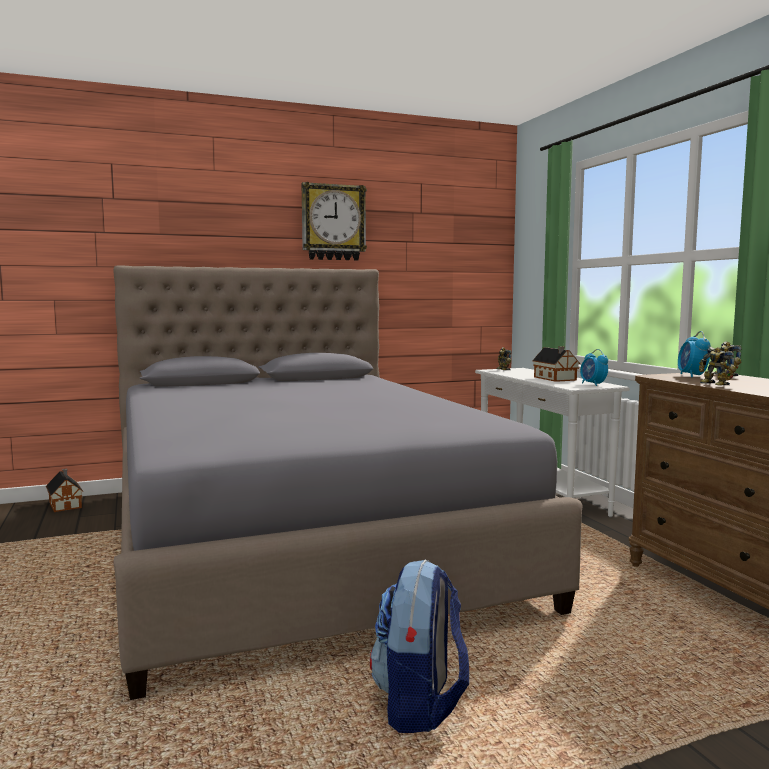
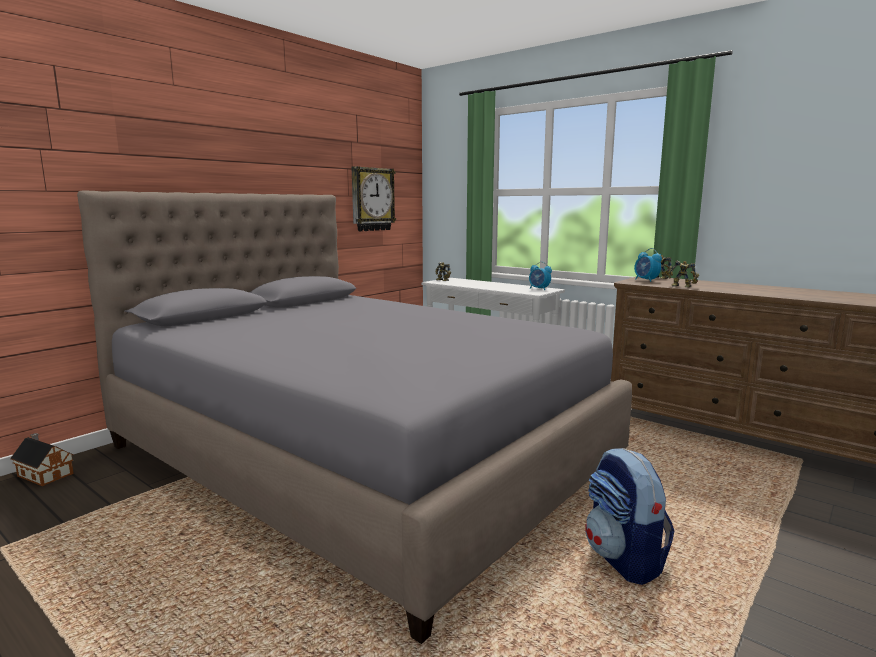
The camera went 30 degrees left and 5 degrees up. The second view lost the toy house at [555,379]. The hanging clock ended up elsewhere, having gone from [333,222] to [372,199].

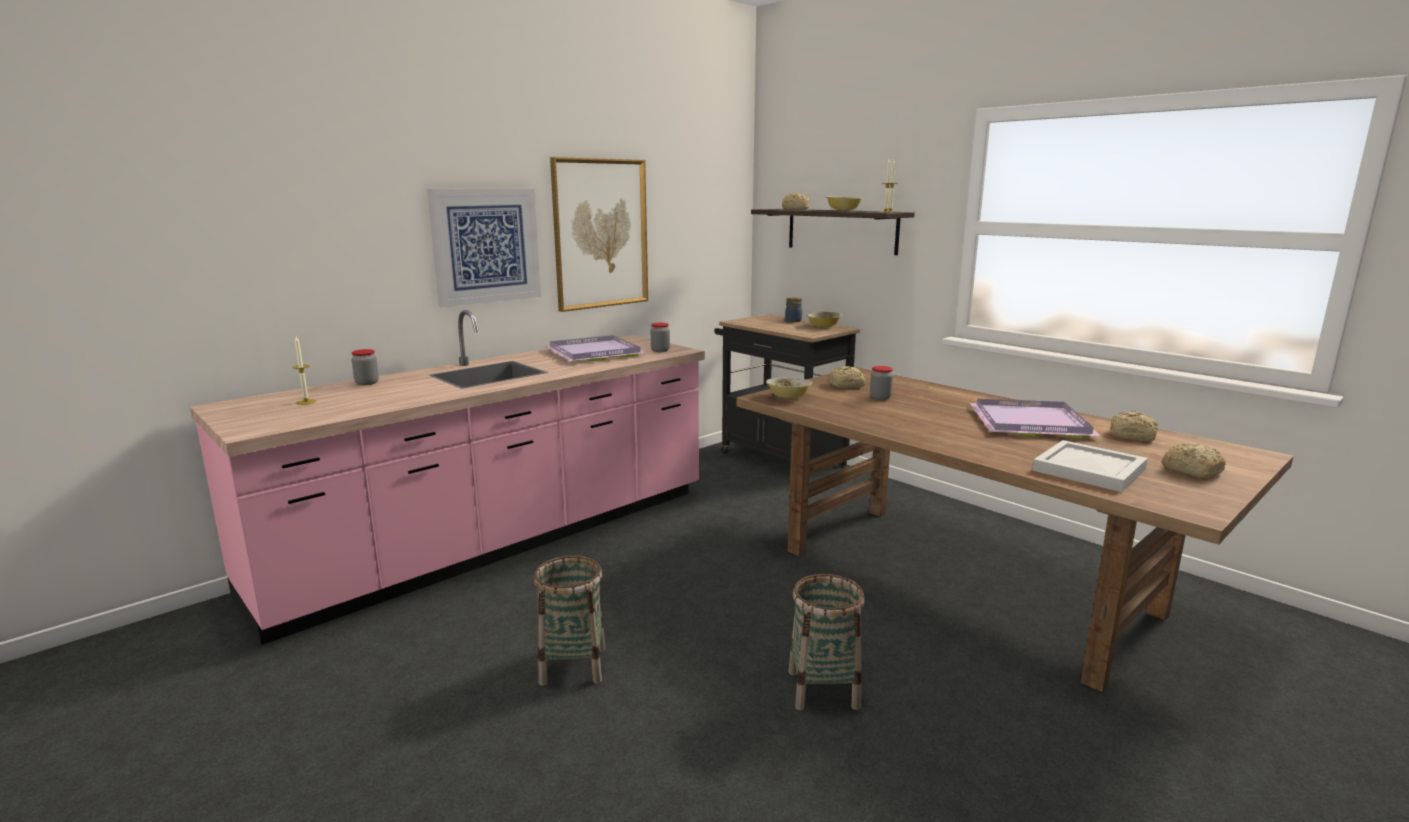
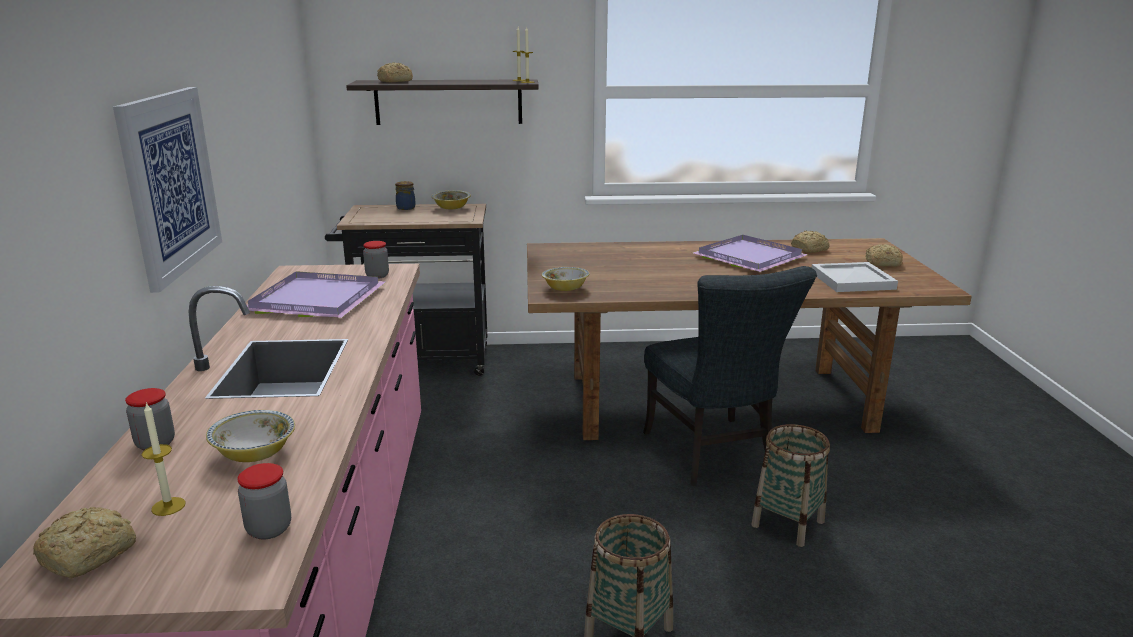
The camera went 50 degrees left and 5 degrees up. The second view lost the wall art at [600,234]. The second view gained the plain chair (grey) at [714,455]. The serving bowl ended up elsewhere, having gone from [843,210] to [255,453]. The bakery bread ended up elsewhere, having gone from [847,385] to [91,554]. The preserve jar ended up elsewhere, having gone from [880,398] to [269,529].

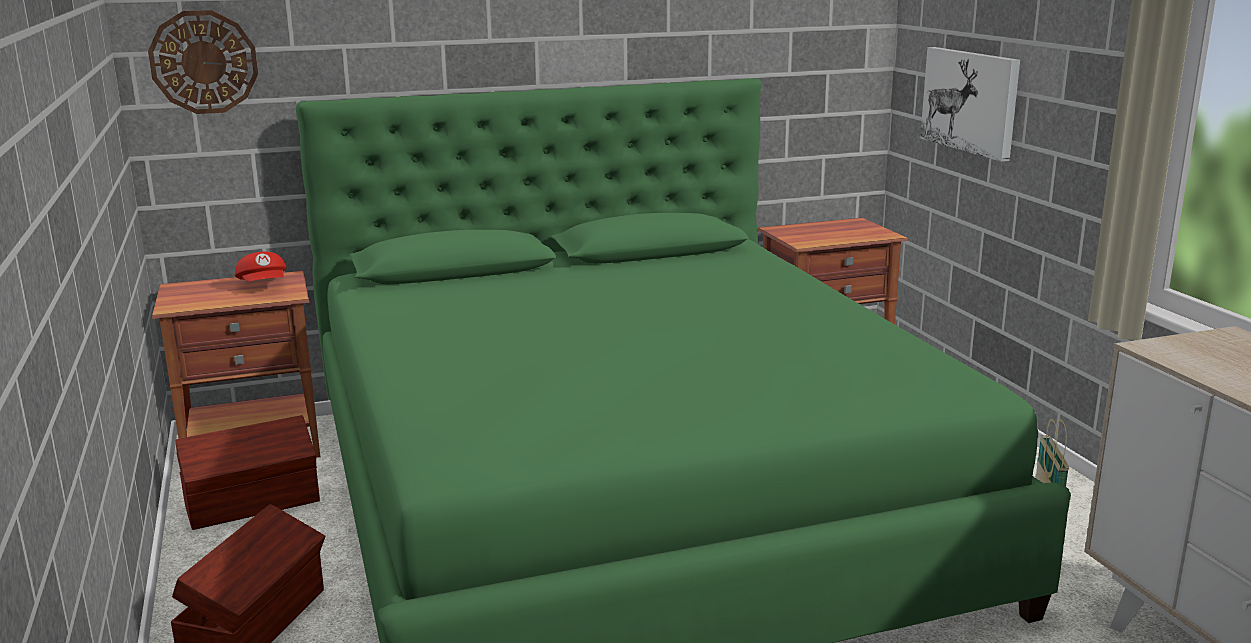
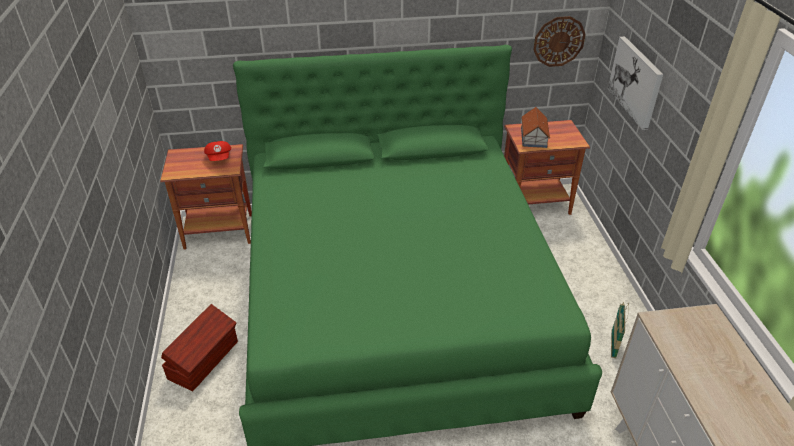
The camera went 10 degrees right and 20 degrees up. The second view lost the storage bin (brownish) at [254,504]. The second view gained the toy house at [533,137]. The hanging clock ended up elsewhere, having gone from [204,62] to [559,41].

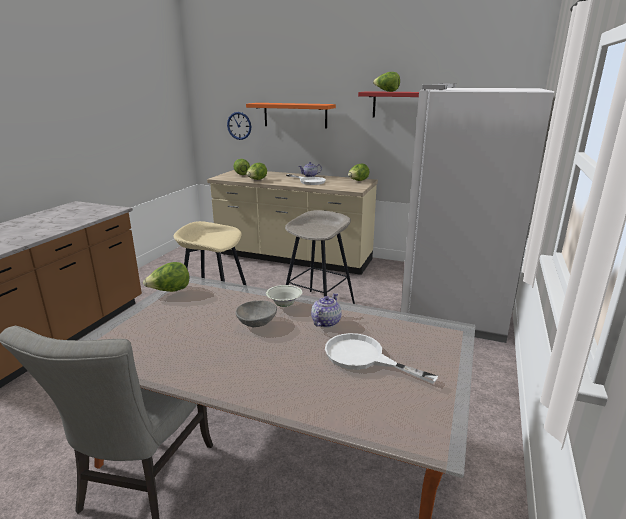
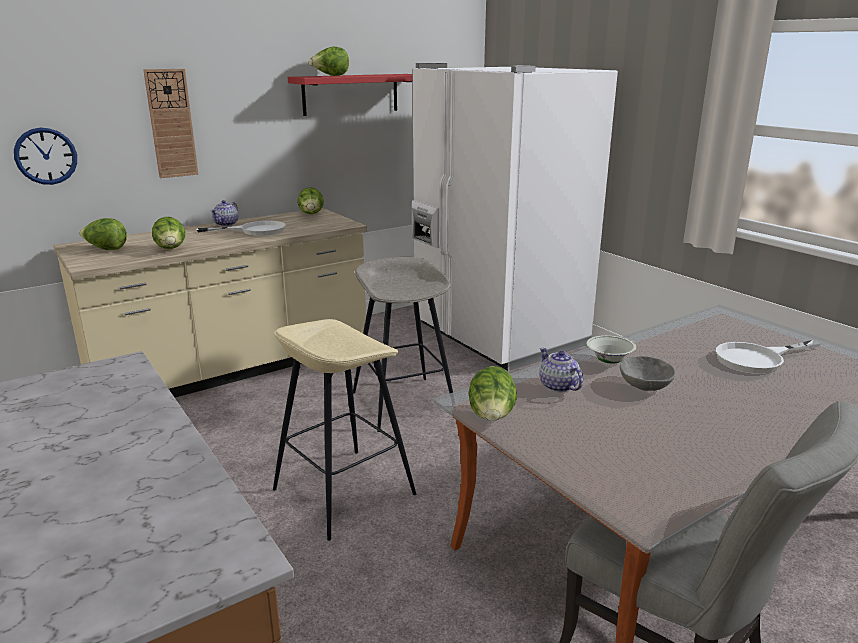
The camera went 55 degrees left and 0 degrees up. The pot for tea ended up elsewhere, having gone from [325,322] to [558,386]. Where the bracket shelf (orange) hung at [295,115], the hanging clock came to hang at [171,124].

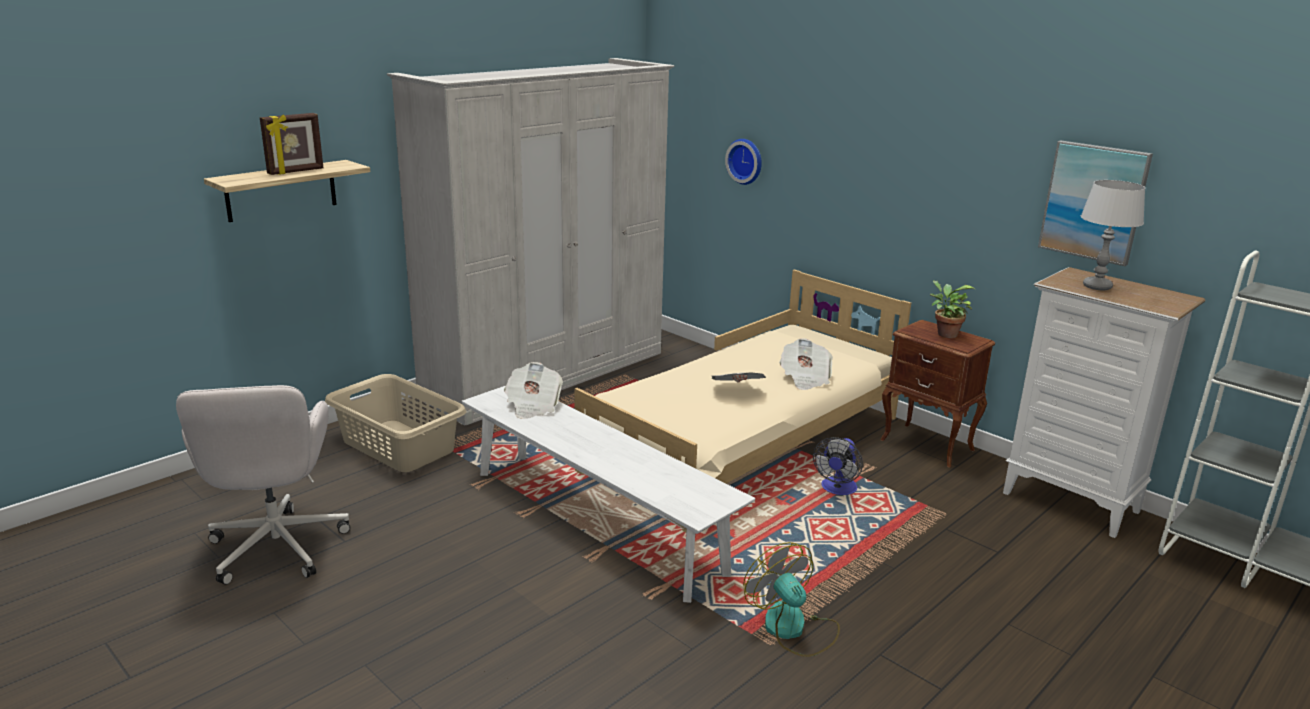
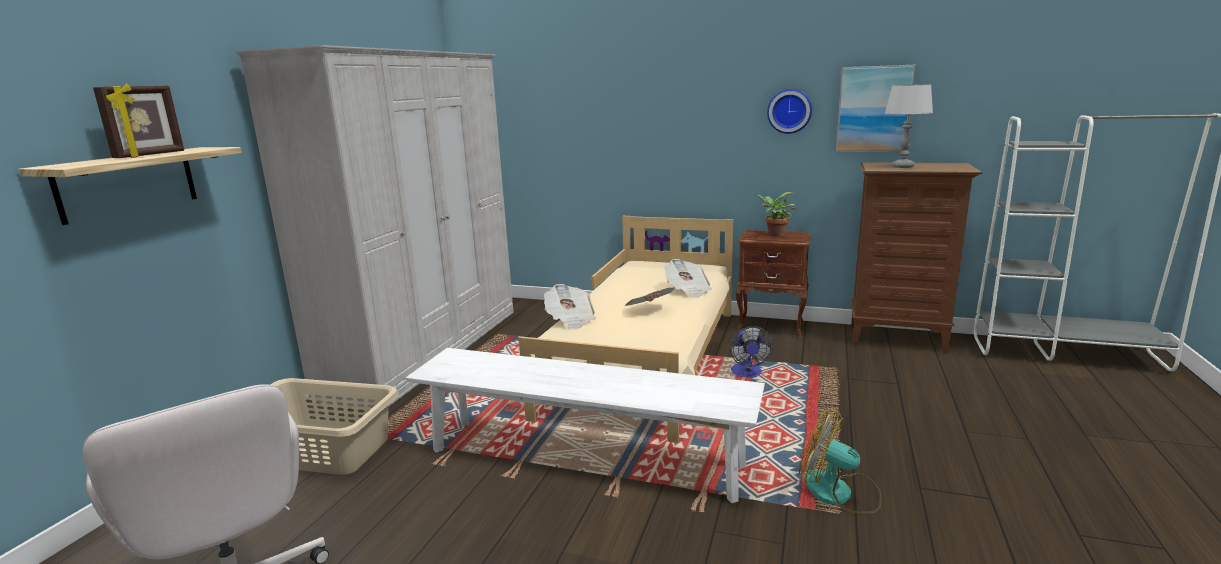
The camera went 25 degrees left and 5 degrees down. The newspaper ended up elsewhere, having gone from [533,406] to [570,320]. The hanging clock ended up elsewhere, having gone from [746,161] to [789,111]. What was the dresser (whitish) at [1072,504] turned into the dresser (brownish) at [899,339].

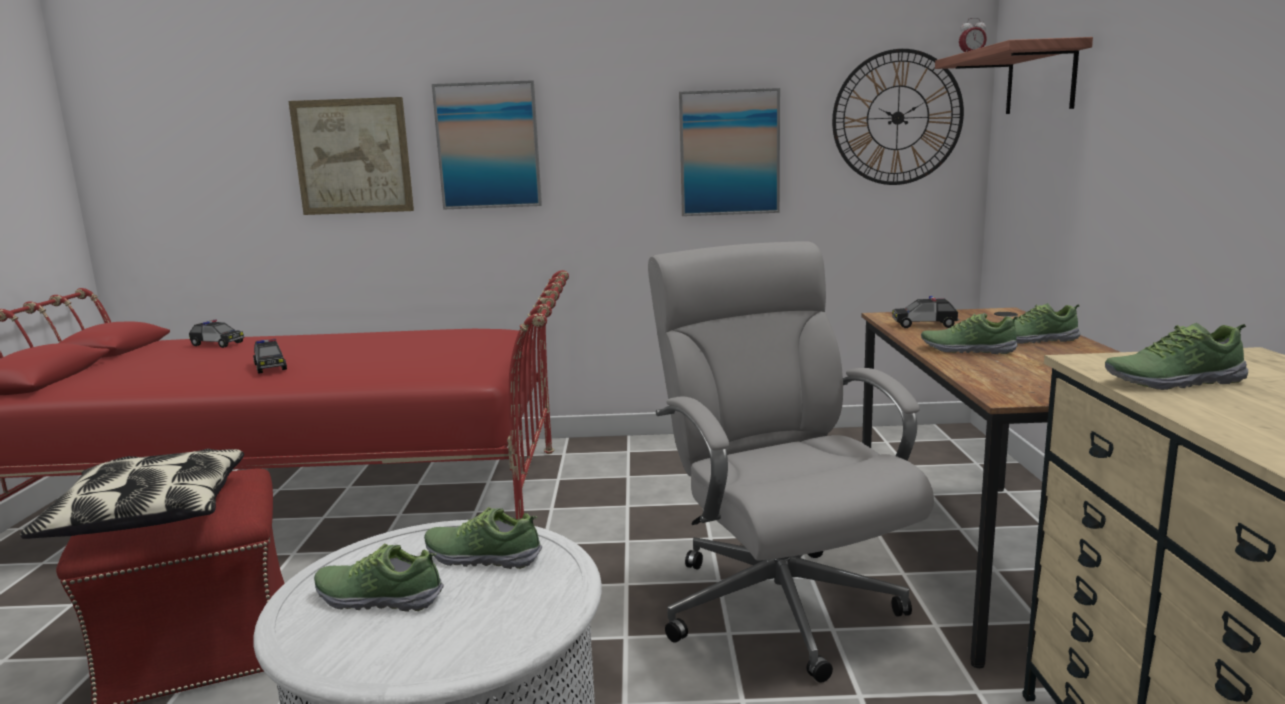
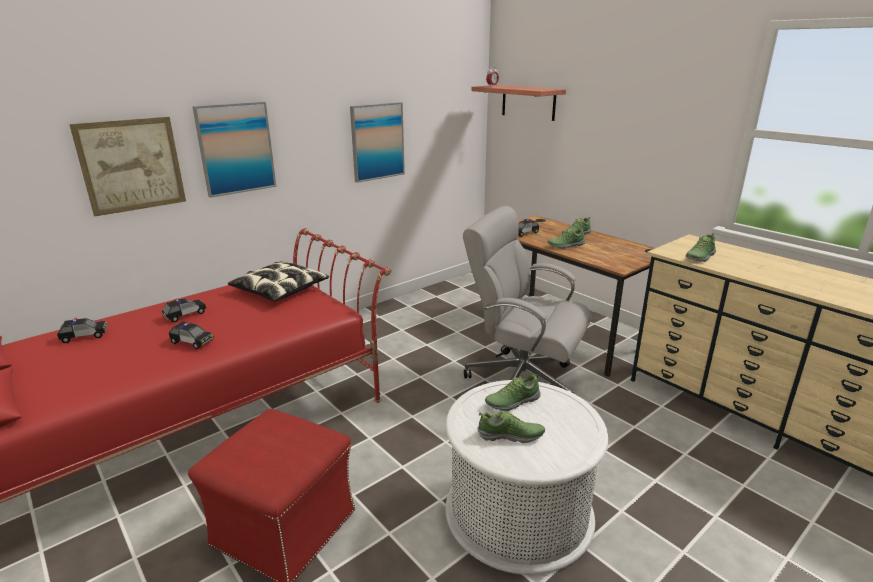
The camera went 40 degrees left and 10 degrees up. The second view lost the hanging clock at [897,118]. The second view gained the miniature car at [185,315]. The cushion ended up elsewhere, having gone from [148,513] to [280,290]. The item of footwear at [379,597] ended up facing another way, 150 degrees counterclockwise from before.

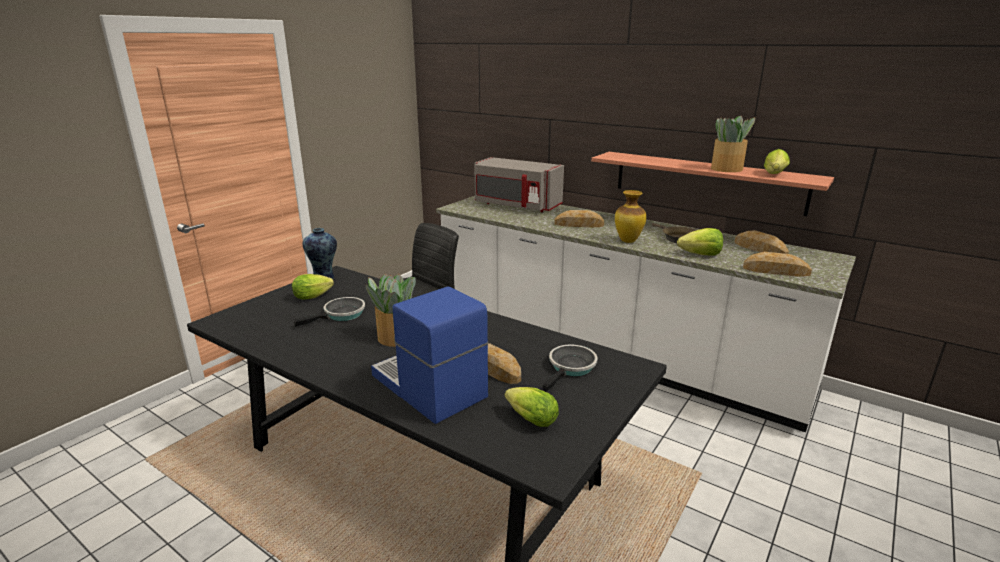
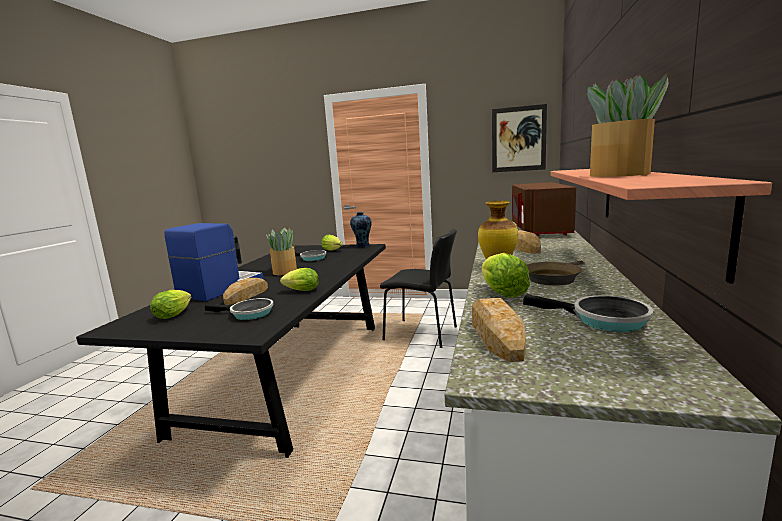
The camera went 70 degrees right and 10 degrees down. The second view gained the wall art at [518,139]. The head of lettuce ended up elsewhere, having gone from [774,175] to [300,291]. Where the bakery bread stood at [759,249], the frying pan came to stand at [603,320]. What was the microwave (grey) at [516,205] turned into the microwave (brownish) at [539,229].

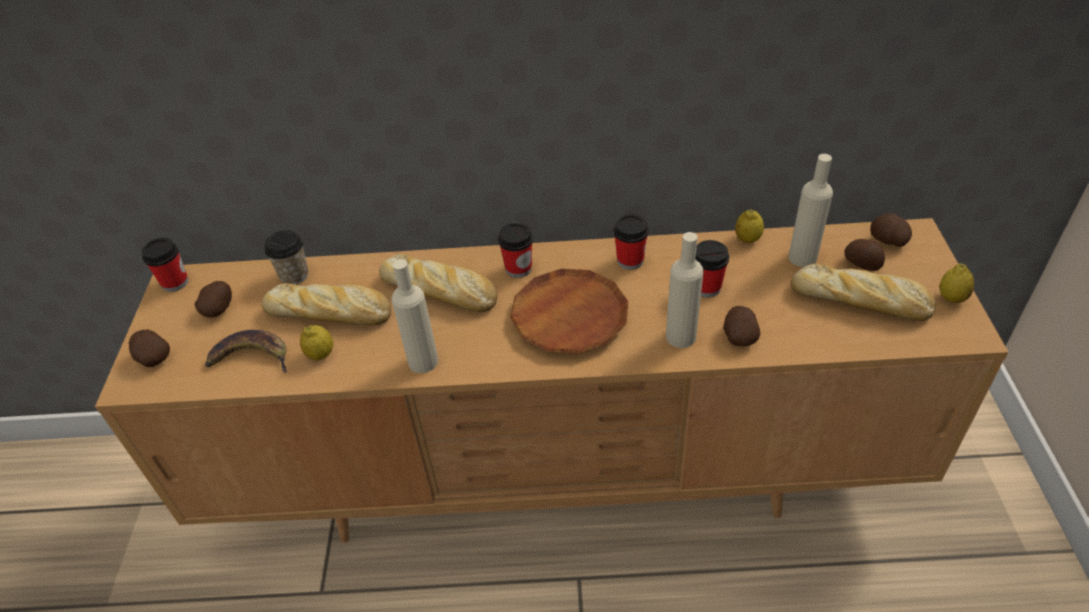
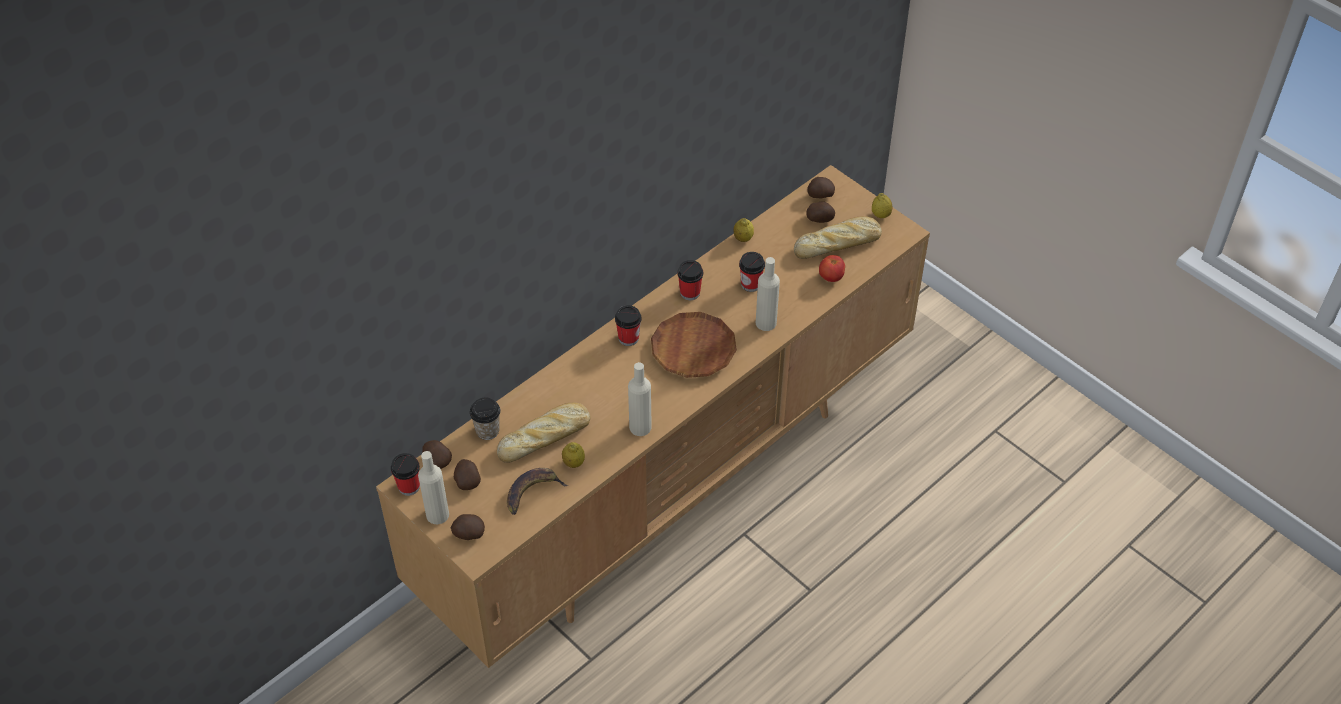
The camera went 45 degrees left and 5 degrees up. The second view lost the bakery bread at [441,291]. The second view gained the tomato at [831,277]. The whole potato ended up elsewhere, having gone from [738,336] to [437,461]. The beverage bottle (sand-coloured) ended up elsewhere, having gone from [802,257] to [437,514].

